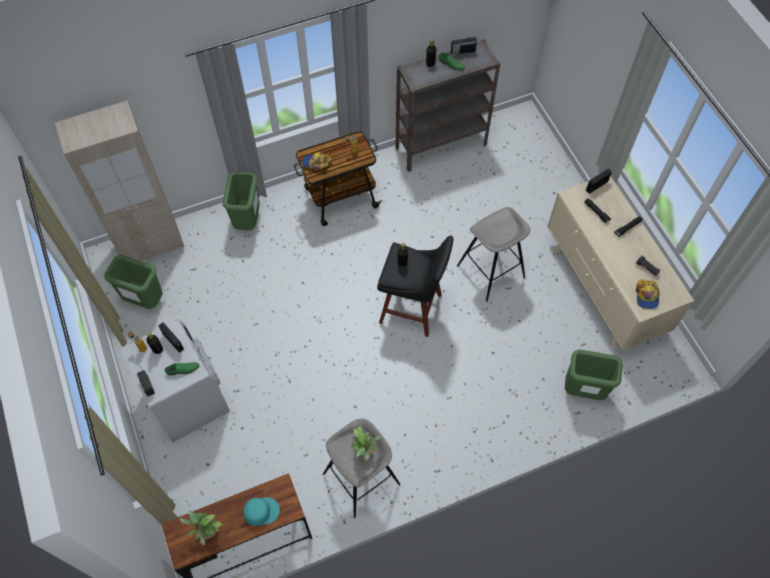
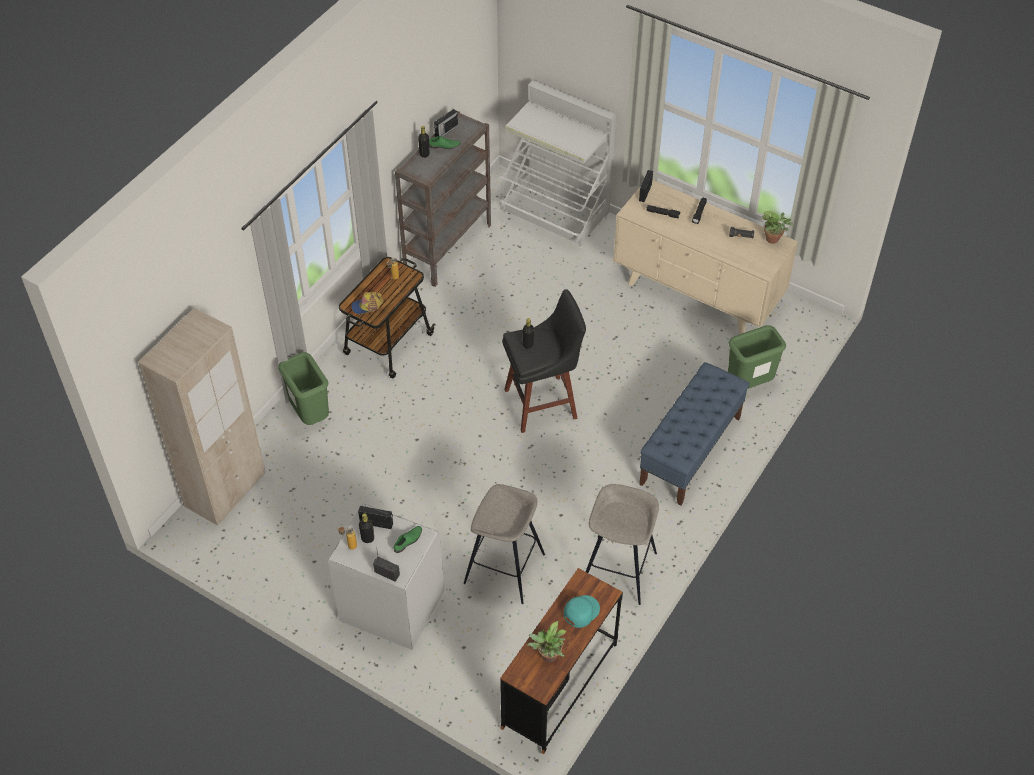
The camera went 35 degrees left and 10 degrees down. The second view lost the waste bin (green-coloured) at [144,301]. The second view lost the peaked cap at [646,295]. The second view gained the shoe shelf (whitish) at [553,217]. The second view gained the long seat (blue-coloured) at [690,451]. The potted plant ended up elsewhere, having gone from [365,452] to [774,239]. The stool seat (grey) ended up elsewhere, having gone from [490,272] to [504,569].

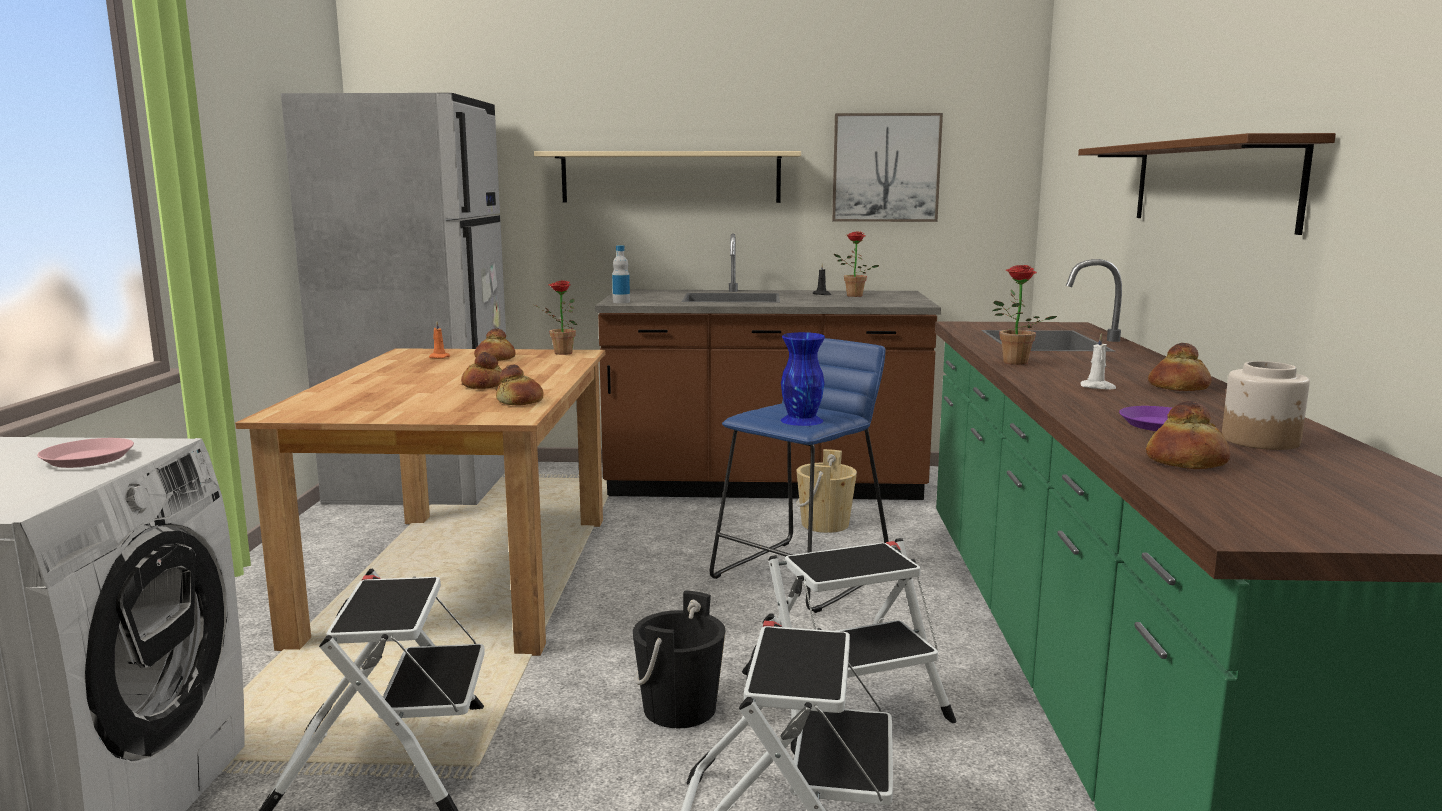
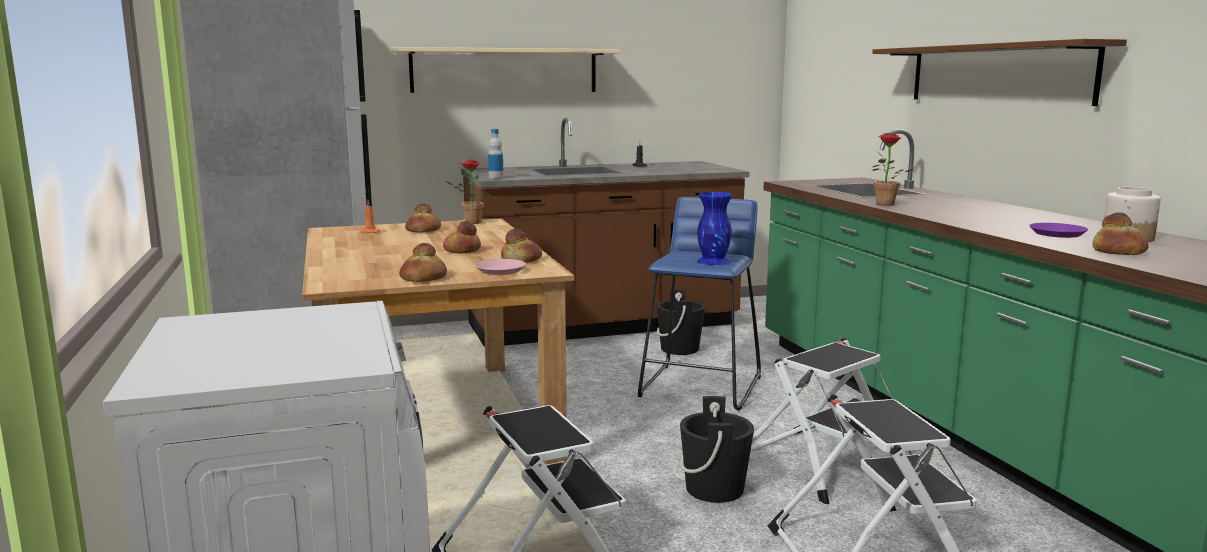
The camera went 20 degrees left and 0 degrees up. The second view lost the wall art at [886,168]. The second view lost the potted plant at [852,296]. The second view lost the candle (whitish) at [1098,387]. The plate (pink-coloured) ended up elsewhere, having gone from [88,459] to [501,270]. The bakery bread ended up elsewhere, having gone from [1179,387] to [423,278]. What was the pail (sand-coloured) at [825,524] turned into the pail (blackish) at [679,349].

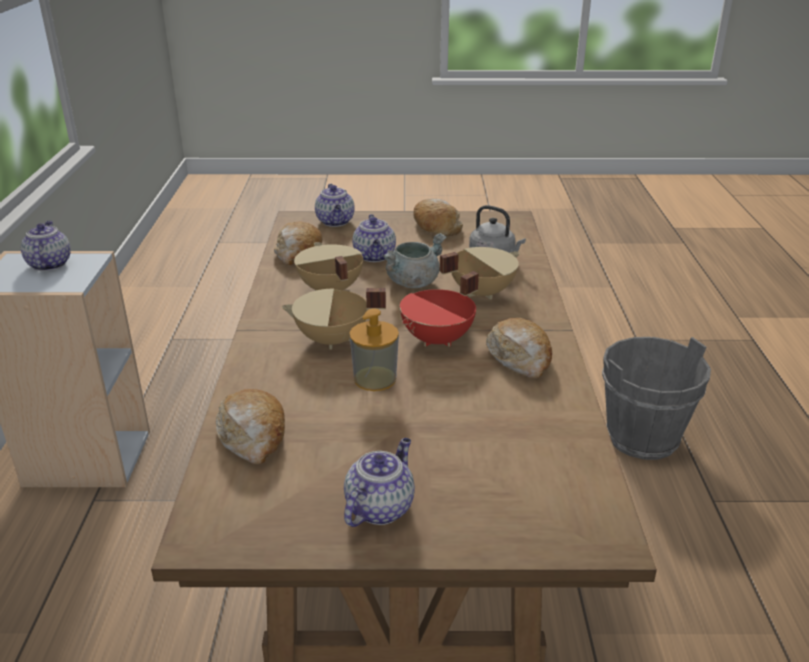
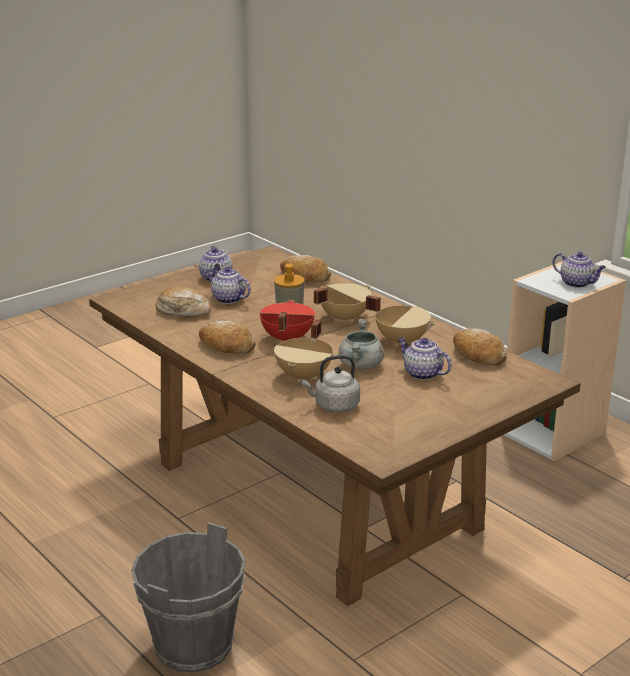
The camera went 140 degrees right and 5 degrees down. The pot for tea ended up elsewhere, having gone from [336,222] to [227,299]. The bakery bread ended up elsewhere, having gone from [435,226] to [183,311].

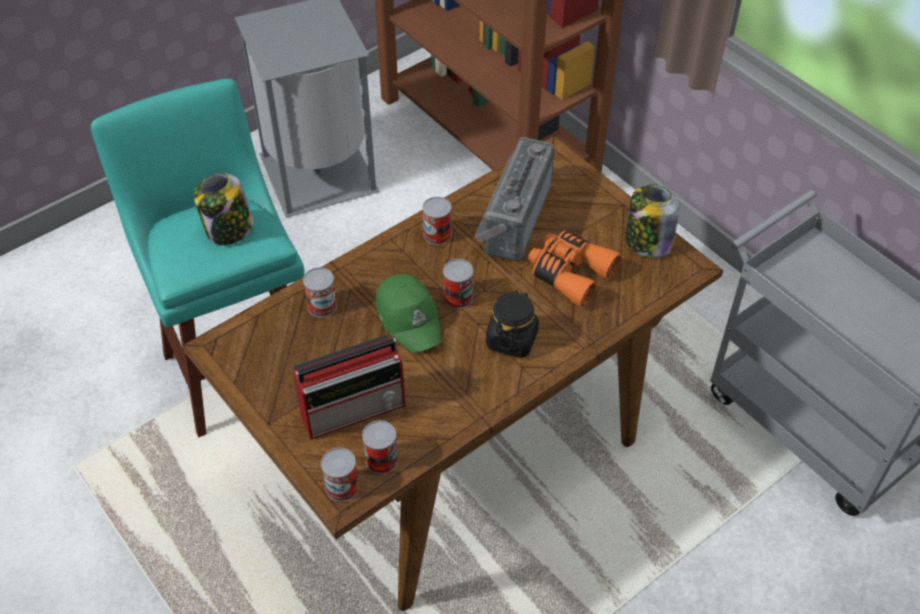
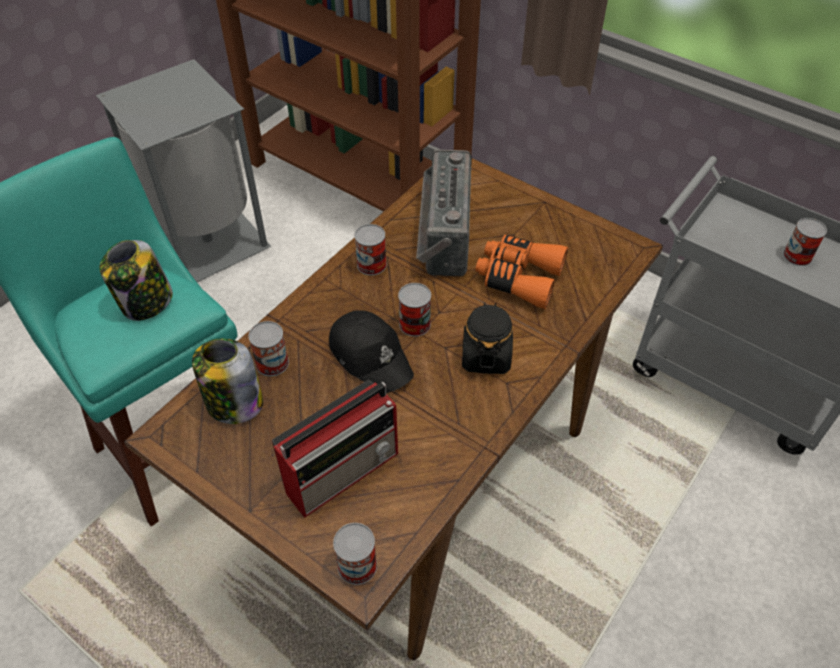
The camera went 15 degrees left and 0 degrees up. The sealed can ended up elsewhere, having gone from [381,459] to [797,256]. The preserve jar ended up elsewhere, having gone from [647,242] to [233,403]. What was the peaked cap (green-coloured) at [409,317] turned into the peaked cap (blackish) at [371,356].

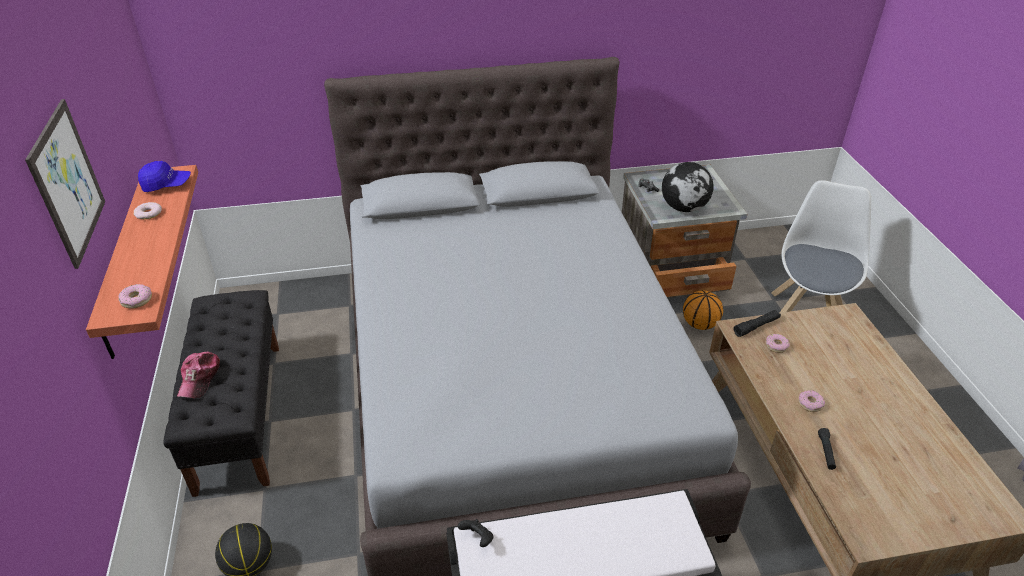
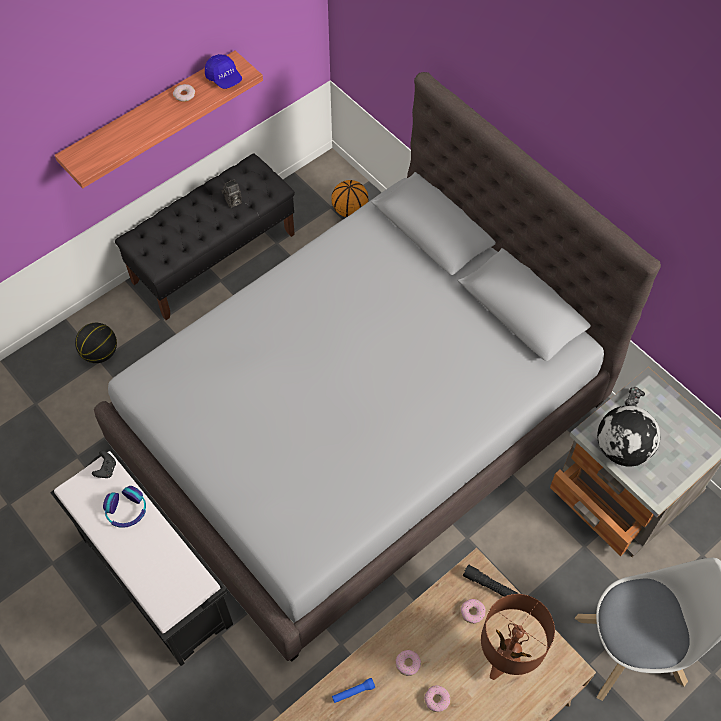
The camera went 60 degrees right and 20 degrees up. The second view lost the wall art at [67,183]. The second view lost the peaked cap at [200,378]. The second view gained the headphones at [126,510]. The second view gained the still camera at [233,202]. The second view gained the lamp for a table (brownish) at [506,658]. The ring doughnut ended up elsewhere, having gone from [137,300] to [437,699]. The ball for basketball ended up elsewhere, having gone from [699,325] to [349,210]. What was the hand torch (blackish) at [826,452] turned into the hand torch (blue-coloured) at [353,692].

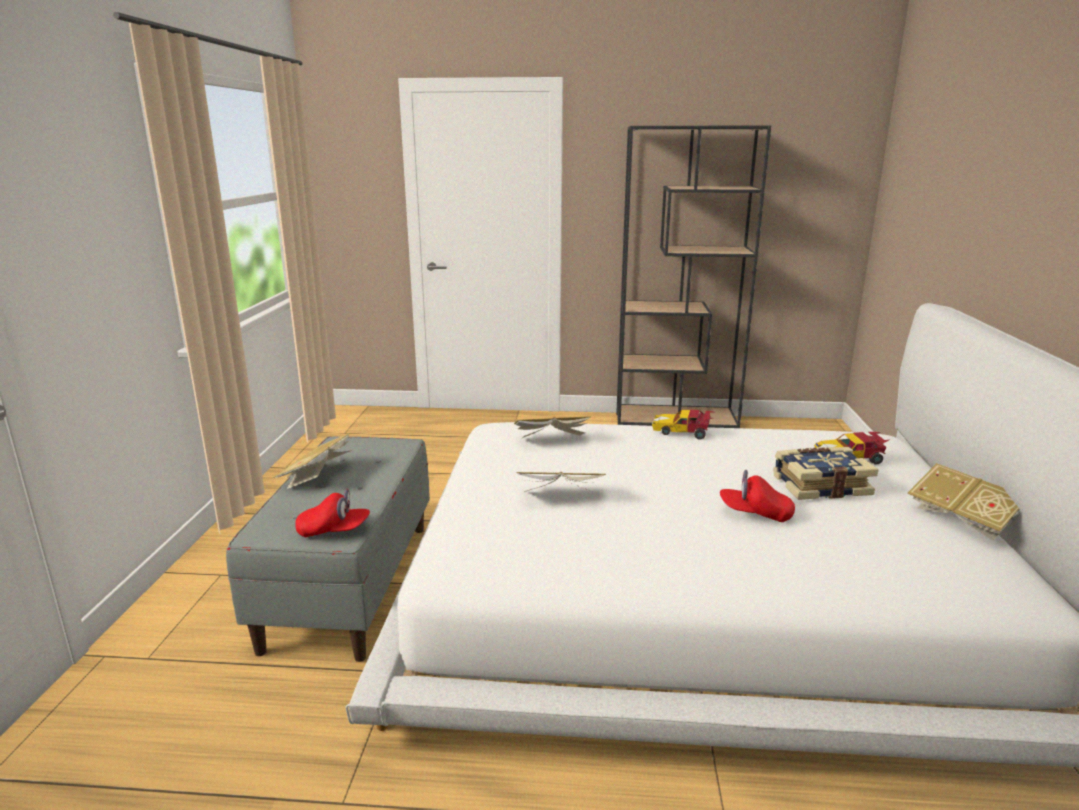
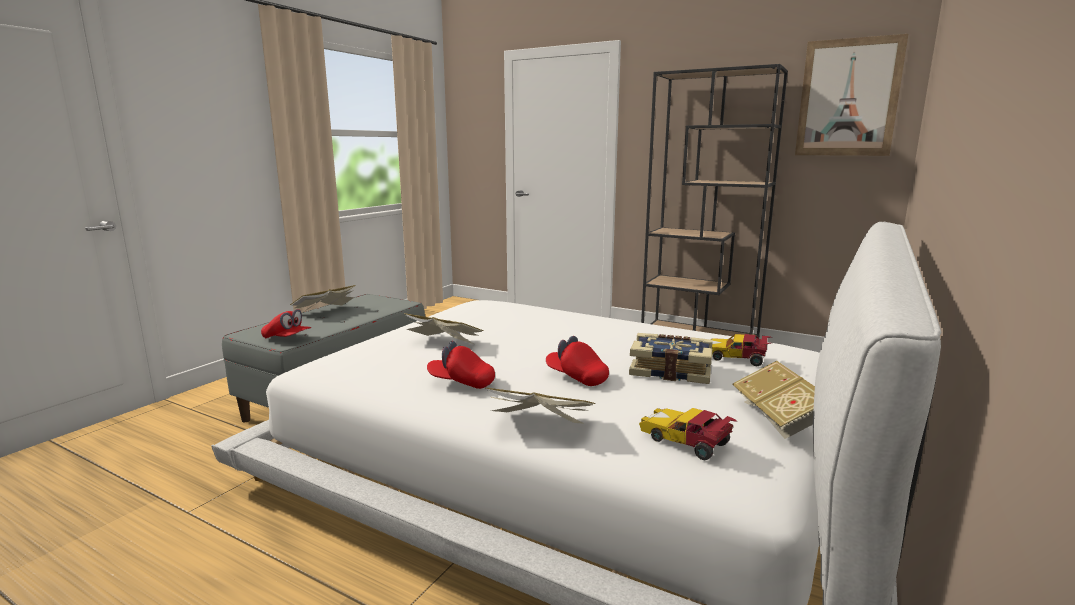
The camera went 25 degrees right and 5 degrees down. The second view gained the peaked cap (red-coloured) at [461,382]. The second view gained the wall art at [848,98]. The bound book ended up elsewhere, having gone from [552,441] to [540,425]. The miniature car ended up elsewhere, having gone from [682,432] to [687,442].

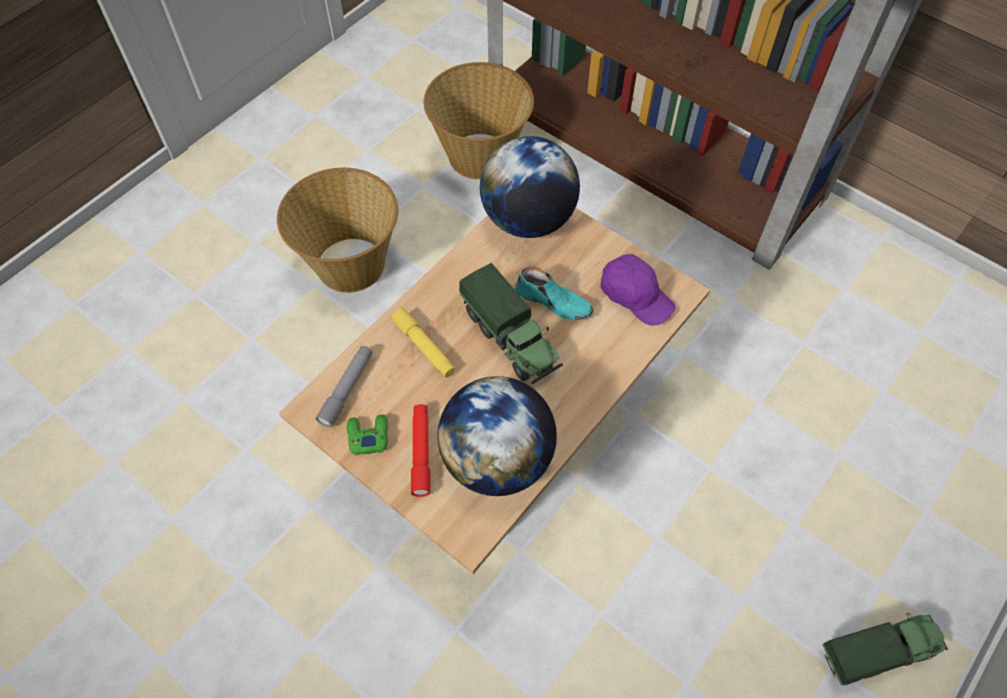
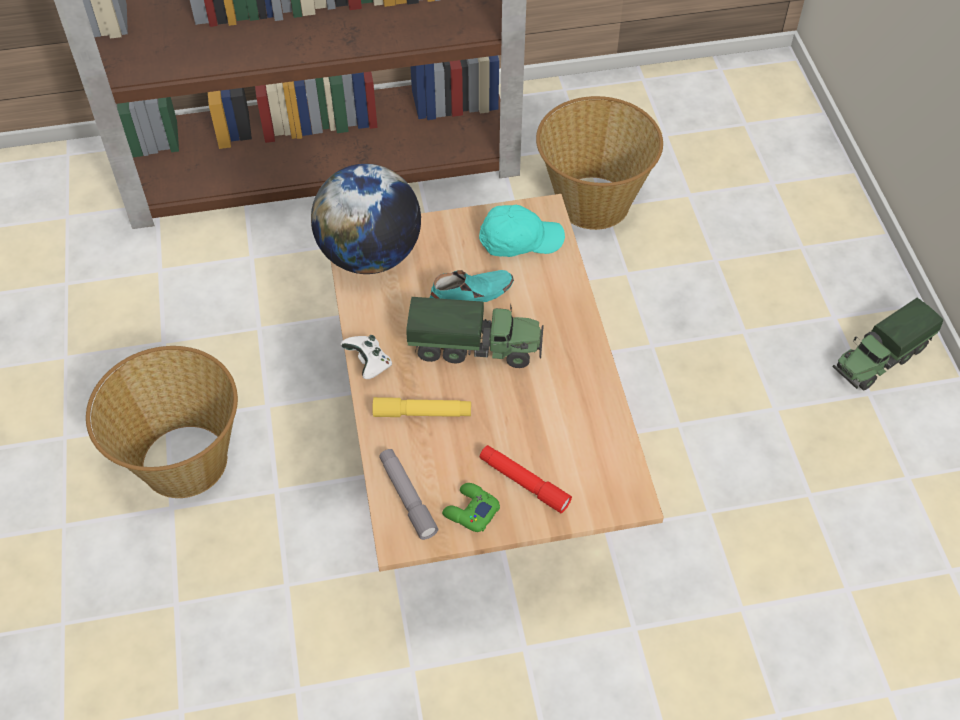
The camera went 50 degrees left and 5 degrees down. The second view lost the world globe at [497,459]. The second view gained the game controller (whitish) at [369,364]. The storage basket ended up elsewhere, having gone from [480,155] to [592,201]. What was the peaked cap (purplish) at [635,296] turned into the peaked cap (turquoise) at [519,240]. The model truck at [877,652] ended up facing another way, 150 degrees counterclockwise from before.

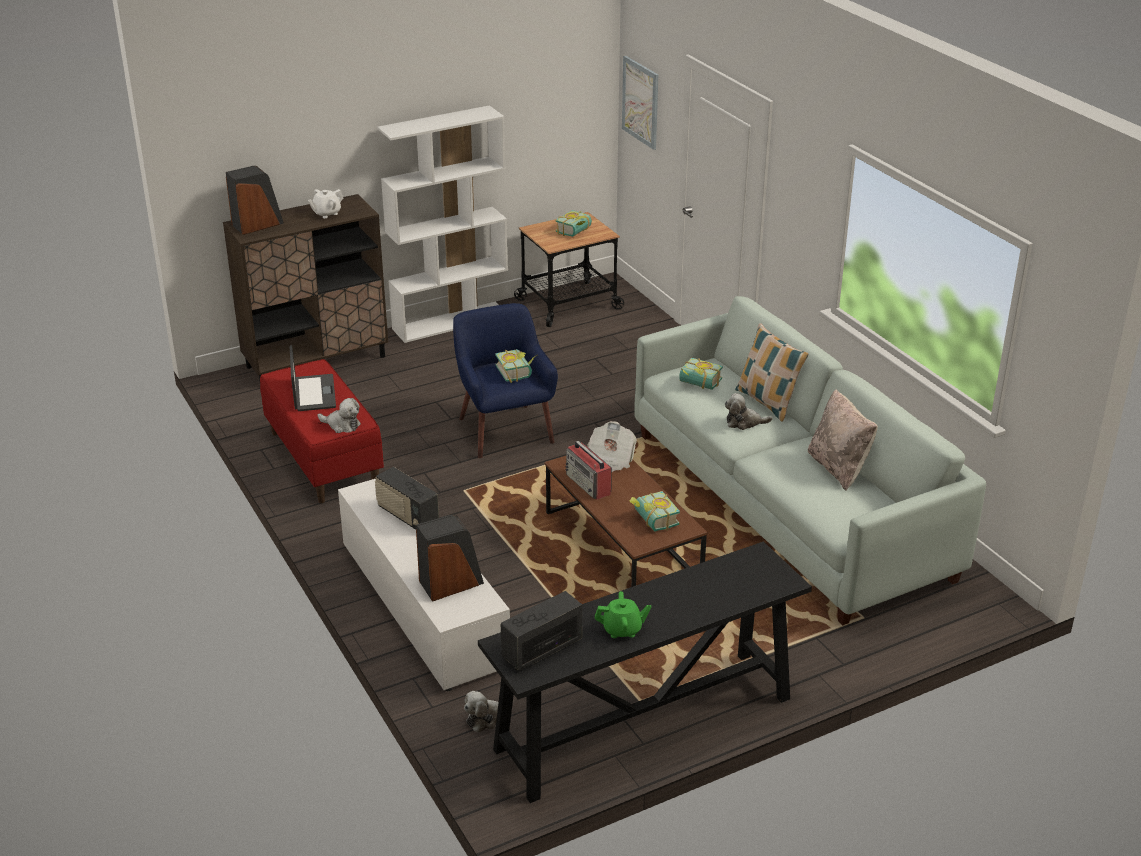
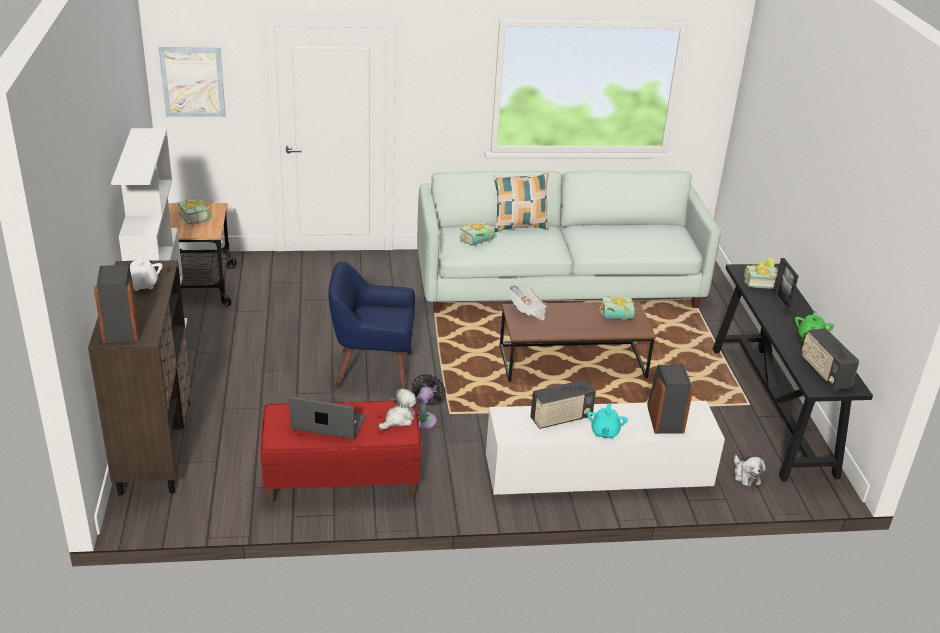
The camera went 70 degrees left and 0 degrees up. The second view lost the radio receiver at [588,484]. The second view lost the cuddly toy at [744,422]. The second view lost the cushion (sand-coloured) at [838,468]. The second view gained the electric fan (blackish) at [424,419]. The second view gained the pot for tea (turquoise) at [604,432]. The second view gained the standing frame at [780,304]. The bound book ended up elsewhere, having gone from [517,372] to [759,281].

